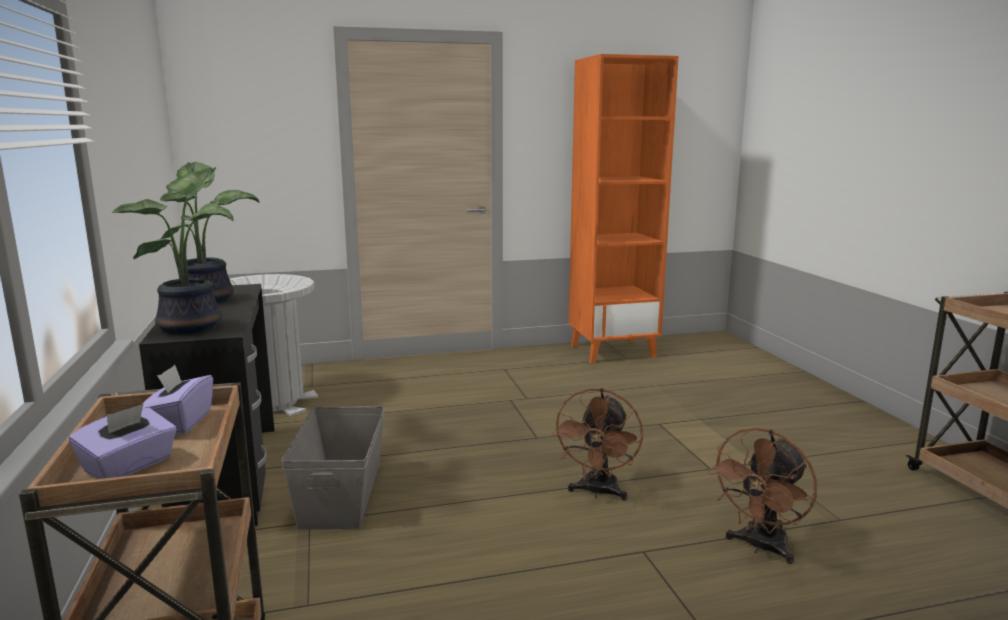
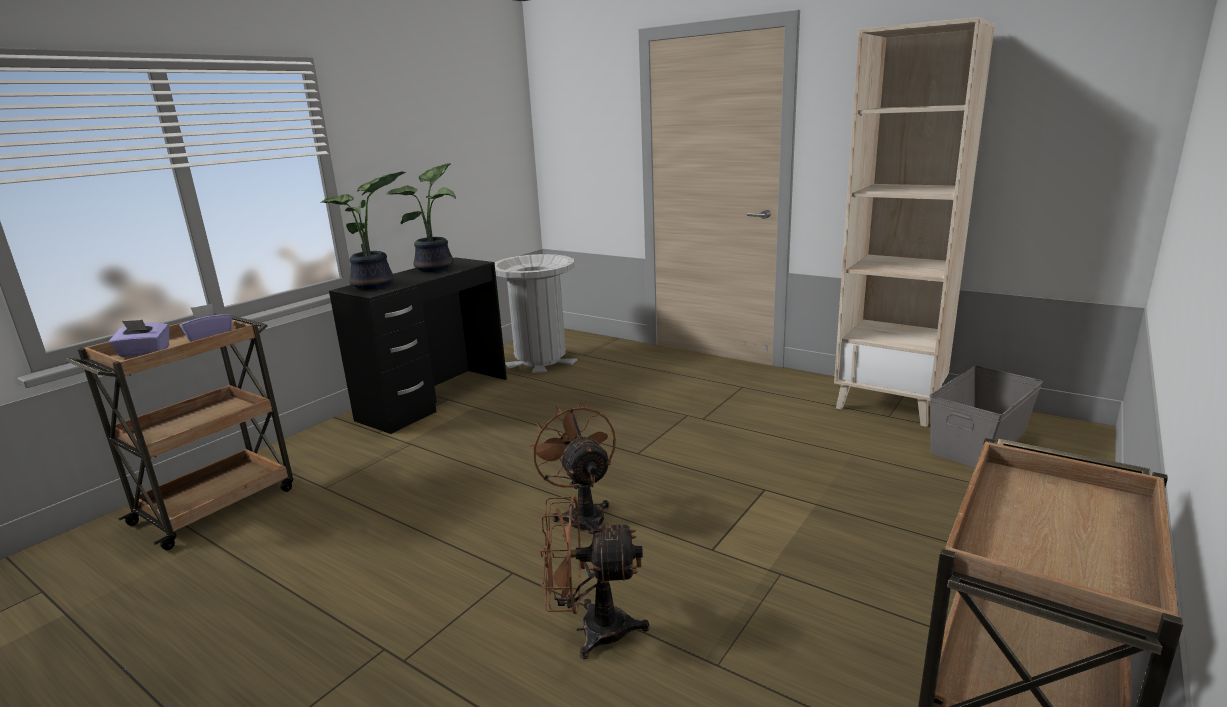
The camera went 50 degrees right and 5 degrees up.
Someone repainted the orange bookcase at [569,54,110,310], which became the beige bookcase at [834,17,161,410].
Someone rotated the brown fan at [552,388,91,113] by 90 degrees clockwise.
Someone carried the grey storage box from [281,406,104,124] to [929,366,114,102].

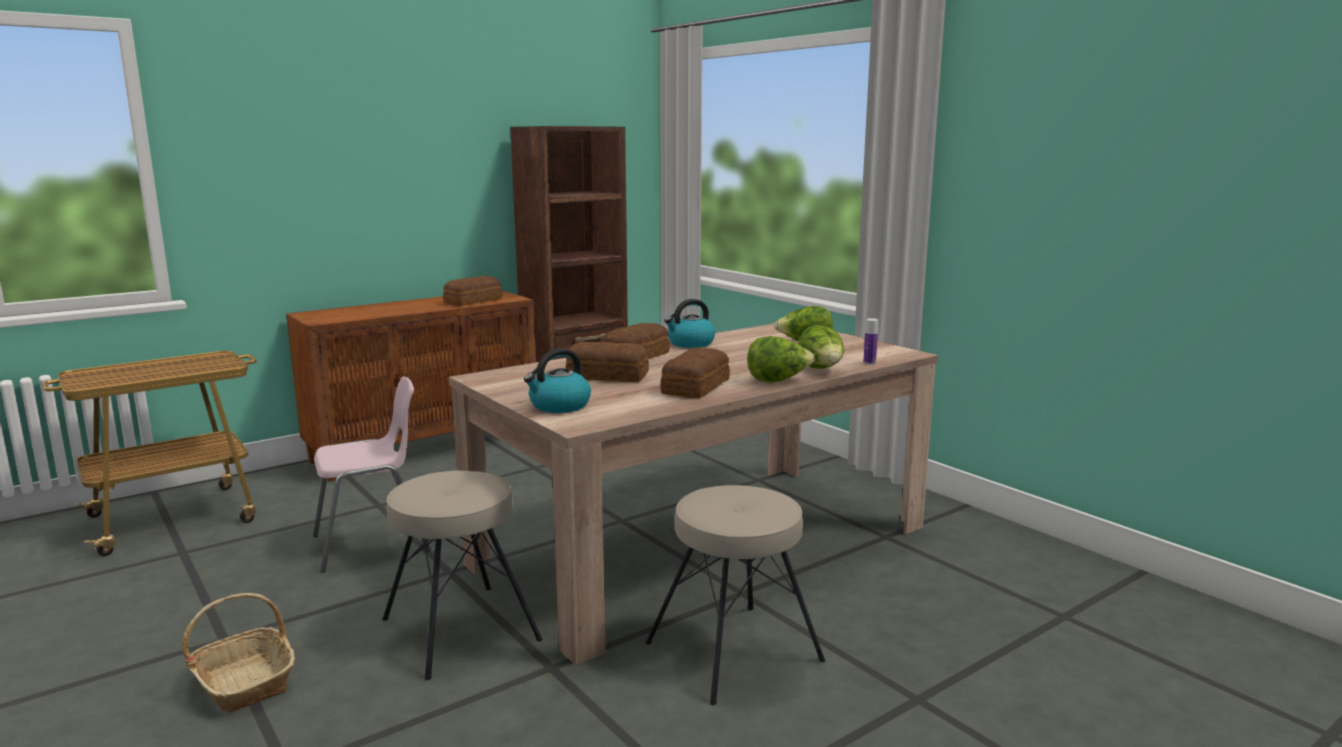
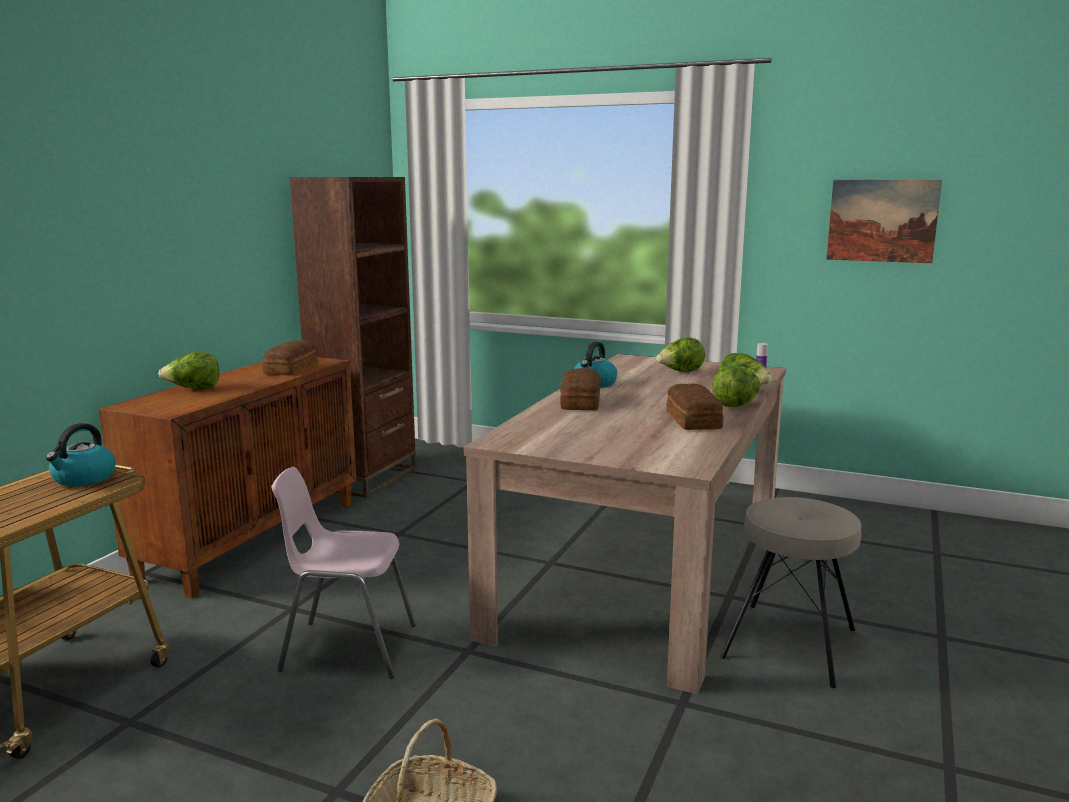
The camera went 30 degrees left and 0 degrees up.
Someone took away the bread at [566,342,83,40].
Someone carried the kettle from [524,348,67,65] to [45,423,71,63].
Someone rotated the pink chair at [313,376,118,197] by 120 degrees counterclockwise.
Someone took away the beige stool at [382,471,161,209].
Someone put up the picture at [826,180,116,83].
Someone put down the lettuce at [158,352,62,38].

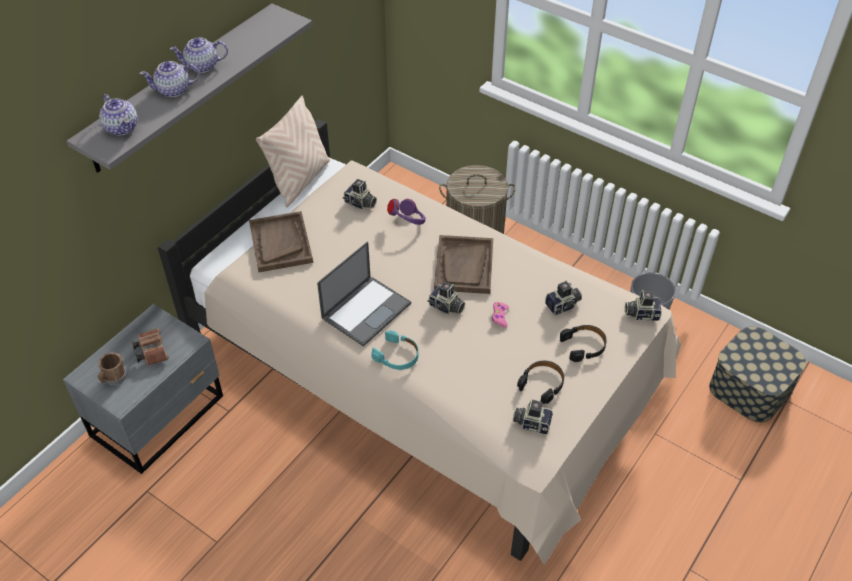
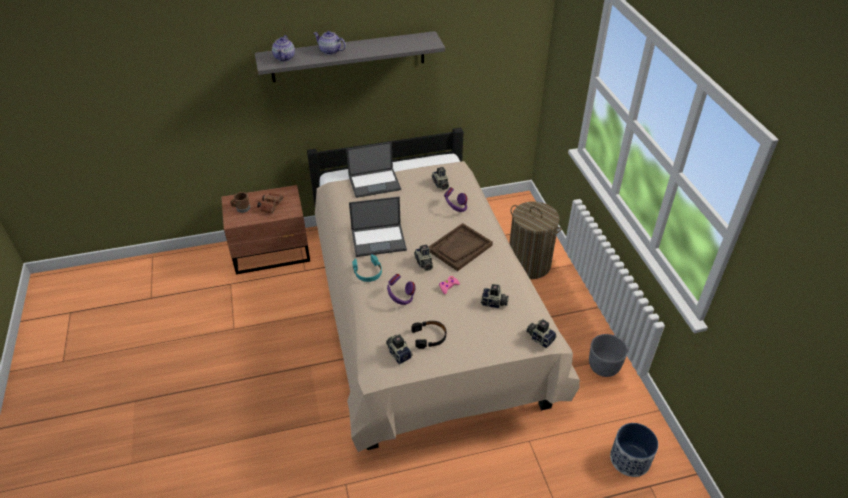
The camera went 40 degrees right and 5 degrees down.
Someone took away the teapot at [170,37,58,36].
Someone took away the beige pillow at [256,95,74,113].
Someone swapped the brown tray at [249,211,64,61] for the laptop at [346,142,55,56].
Someone repainted the grey nightstand at [63,304,160,170], which became the brown nightstand at [221,185,89,89].
Someone took away the black headphones at [560,325,47,37].
Someone swapped the storage box at [709,326,97,96] for the planter at [610,423,48,54].
Someone put down the purple headphones at [387,274,29,31].

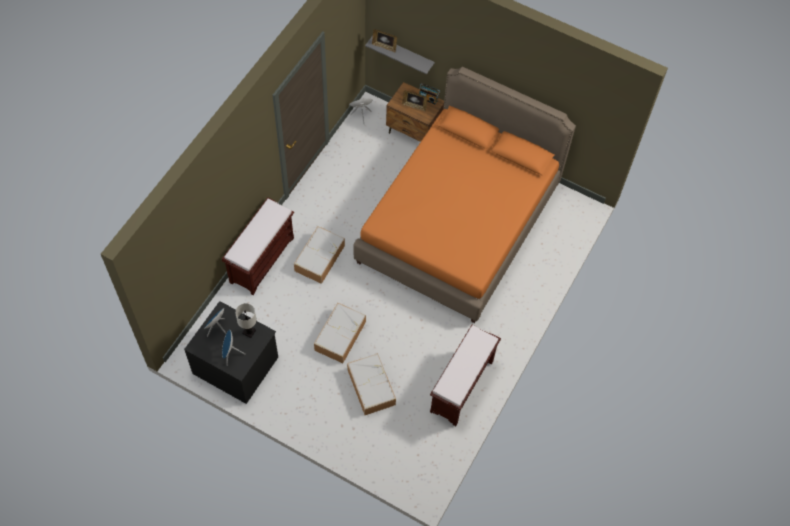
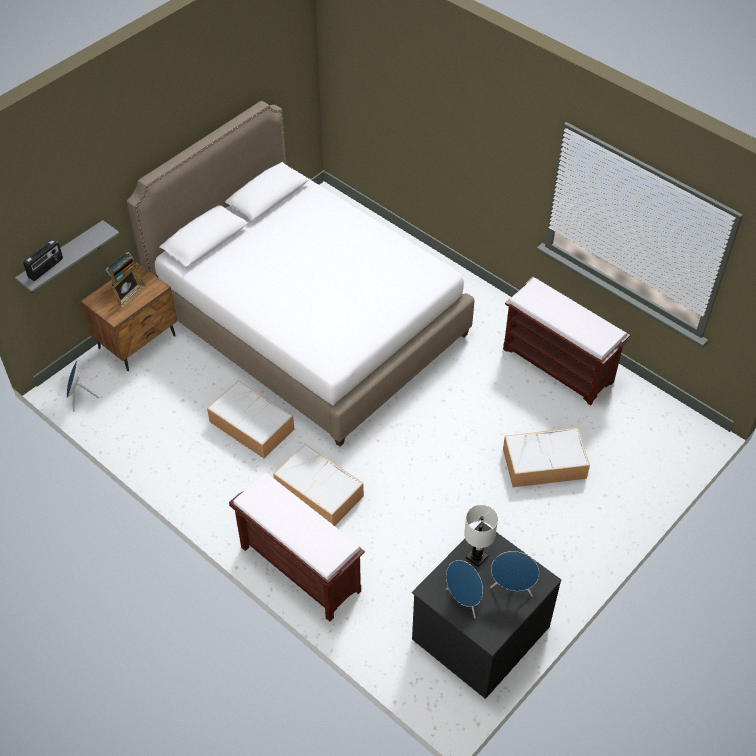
The camera went 75 degrees left and 10 degrees down.
Someone swapped the picture frame at [372,29,25,23] for the radio at [23,239,40,42].
Someone repainted the orange bed at [353,67,223,256], which became the white bed at [127,101,348,346].
Someone carried the storage box from [314,303,52,60] to [207,380,87,78].

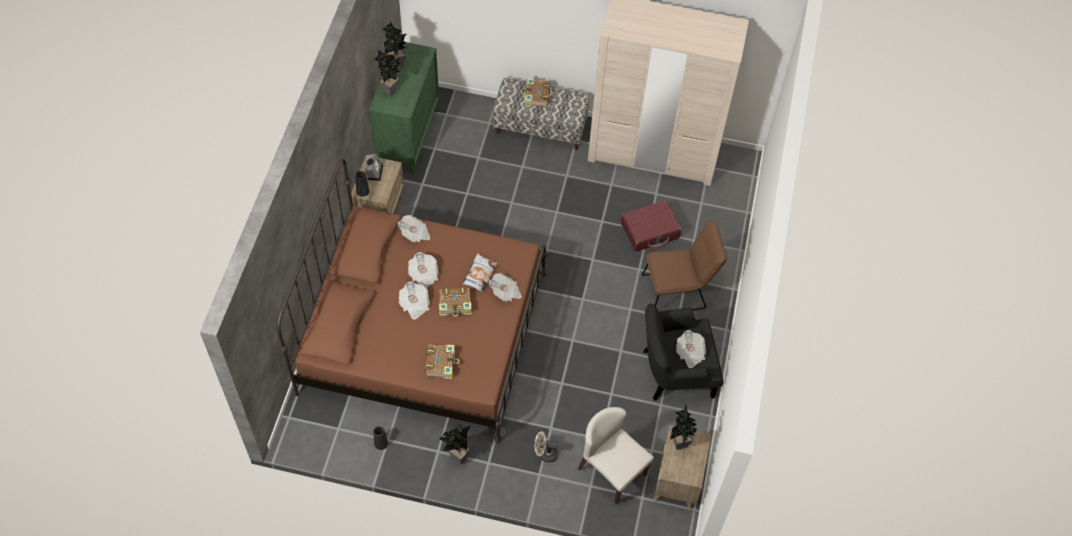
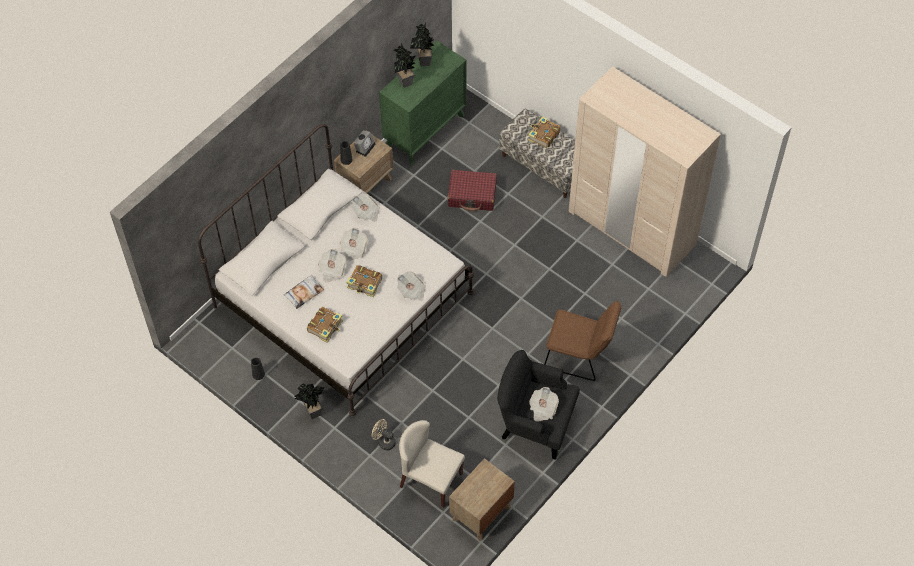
The camera went 30 degrees right and 0 degrees up.
Someone repainted the brown bed at [277,159,271,284], which became the white bed at [198,124,276,292].
Someone carried the red suitcase from [621,200,60,52] to [448,170,49,41].
Someone carried the pillow from [462,253,35,39] to [284,275,40,34].
Someone took away the potted plant at [670,404,27,46].
Someone rotated the beige chair at [578,407,76,97] by 45 degrees counterclockwise.

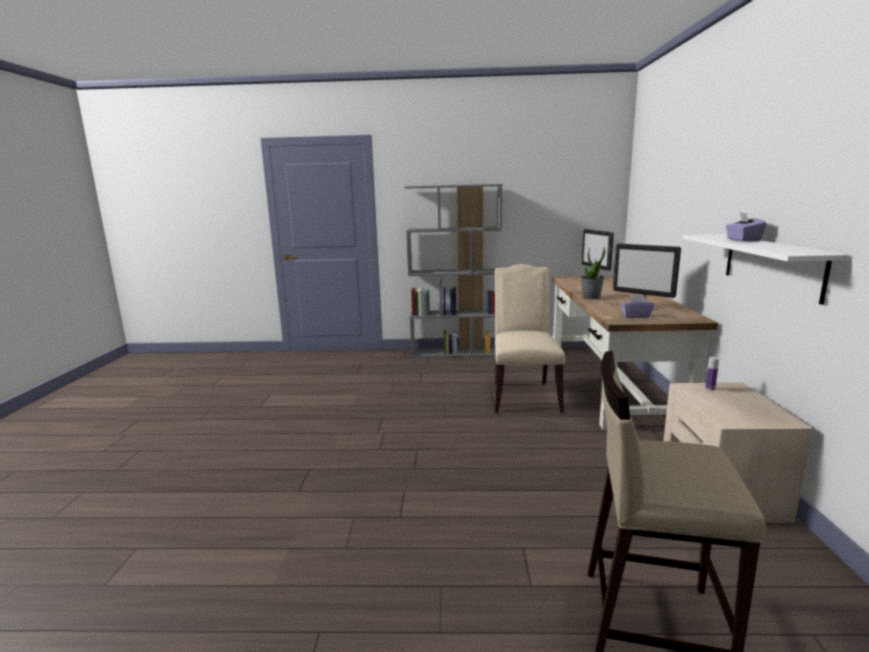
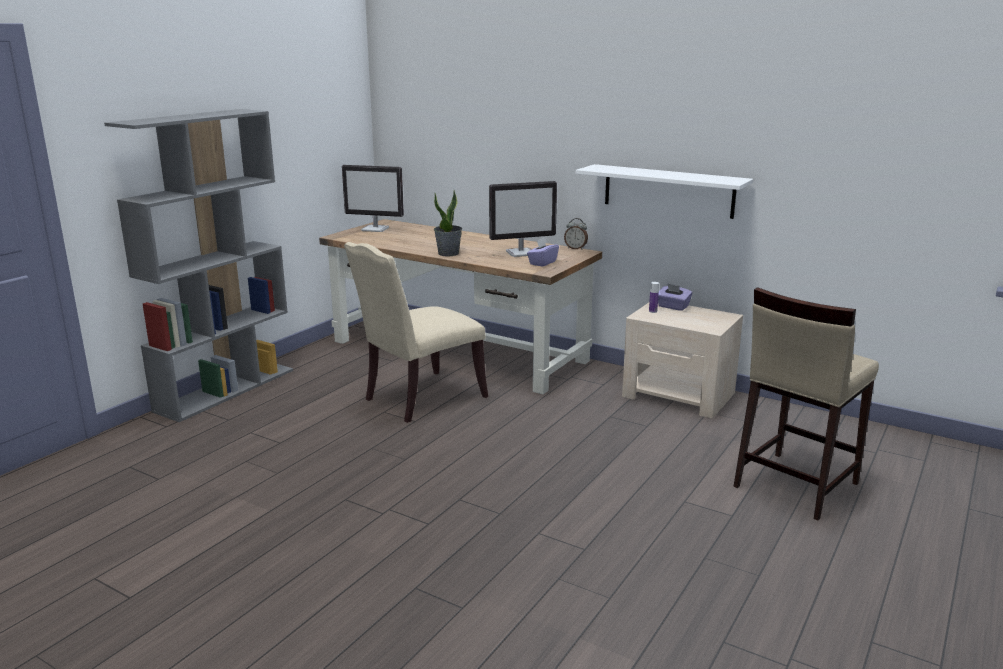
The camera went 60 degrees left and 5 degrees up.
Someone carried the purple tissue box from [726,212,41,30] to [658,283,35,28].
Someone rotated the beige chair at [494,264,71,149] by 75 degrees counterclockwise.
Someone put down the alarm clock at [564,218,24,32].

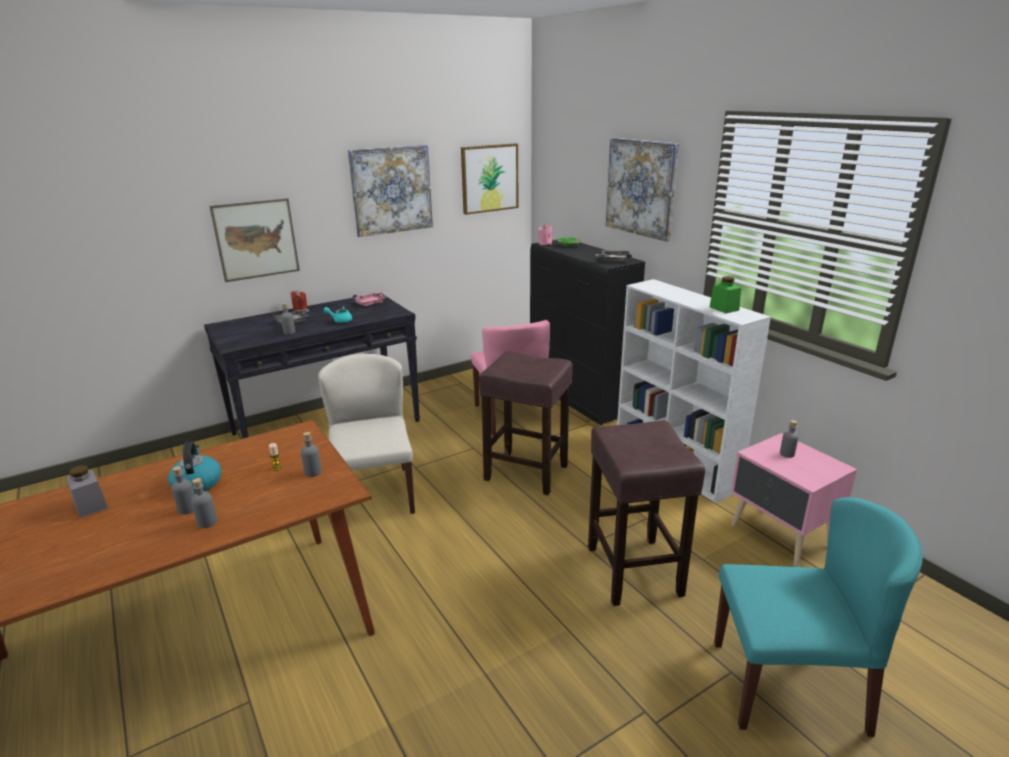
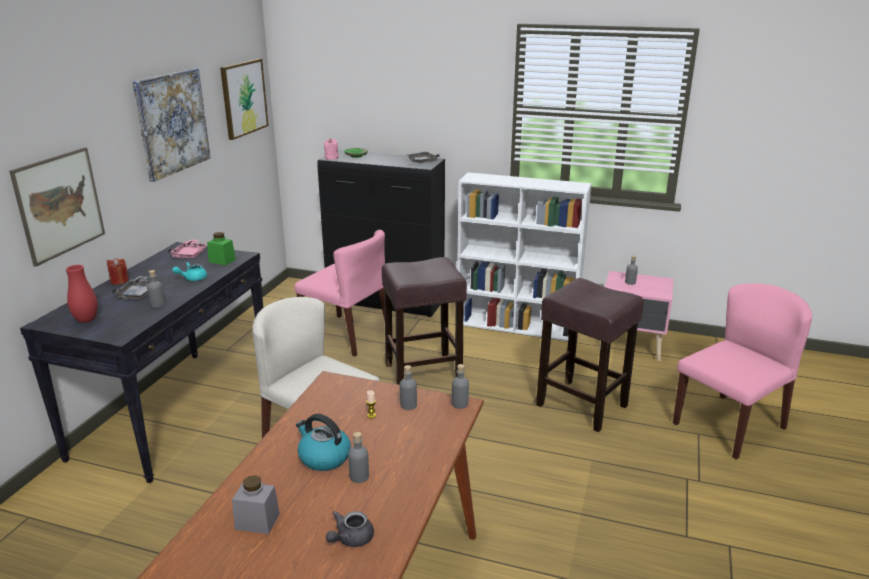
The camera went 40 degrees left and 0 degrees up.
Someone took away the picture at [606,138,73,103].
Someone carried the green jar from [710,276,31,37] to [207,232,29,33].
Someone carried the grey bottle from [191,478,27,50] to [452,364,17,45].
Someone repainted the turquoise chair at [714,497,209,240], which became the pink chair at [673,283,139,177].
Someone put down the red vase at [66,265,32,58].
Someone put down the grey teapot at [326,511,48,36].

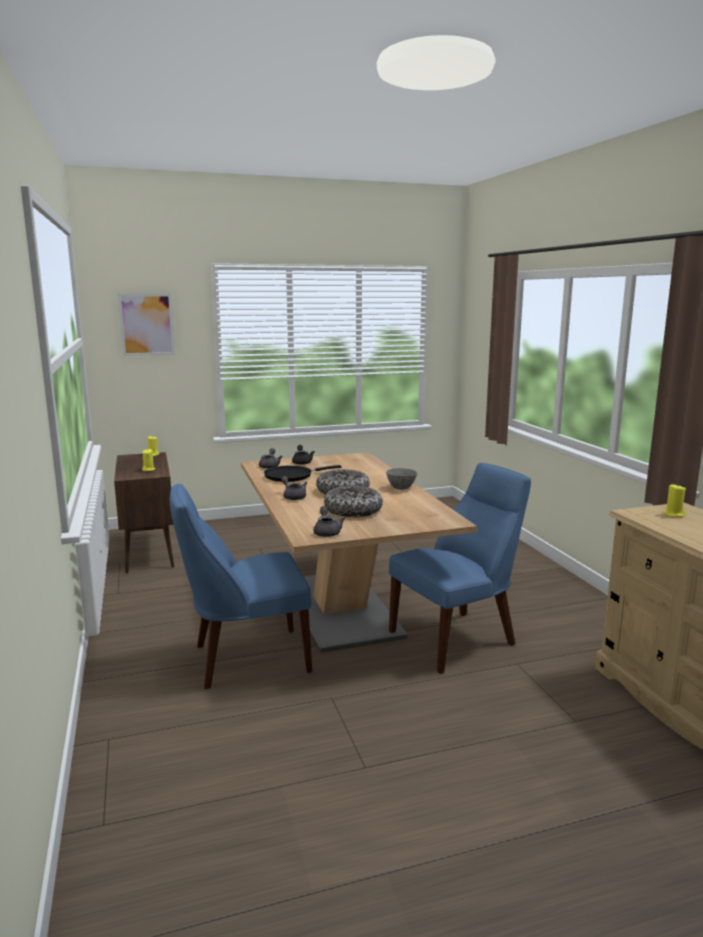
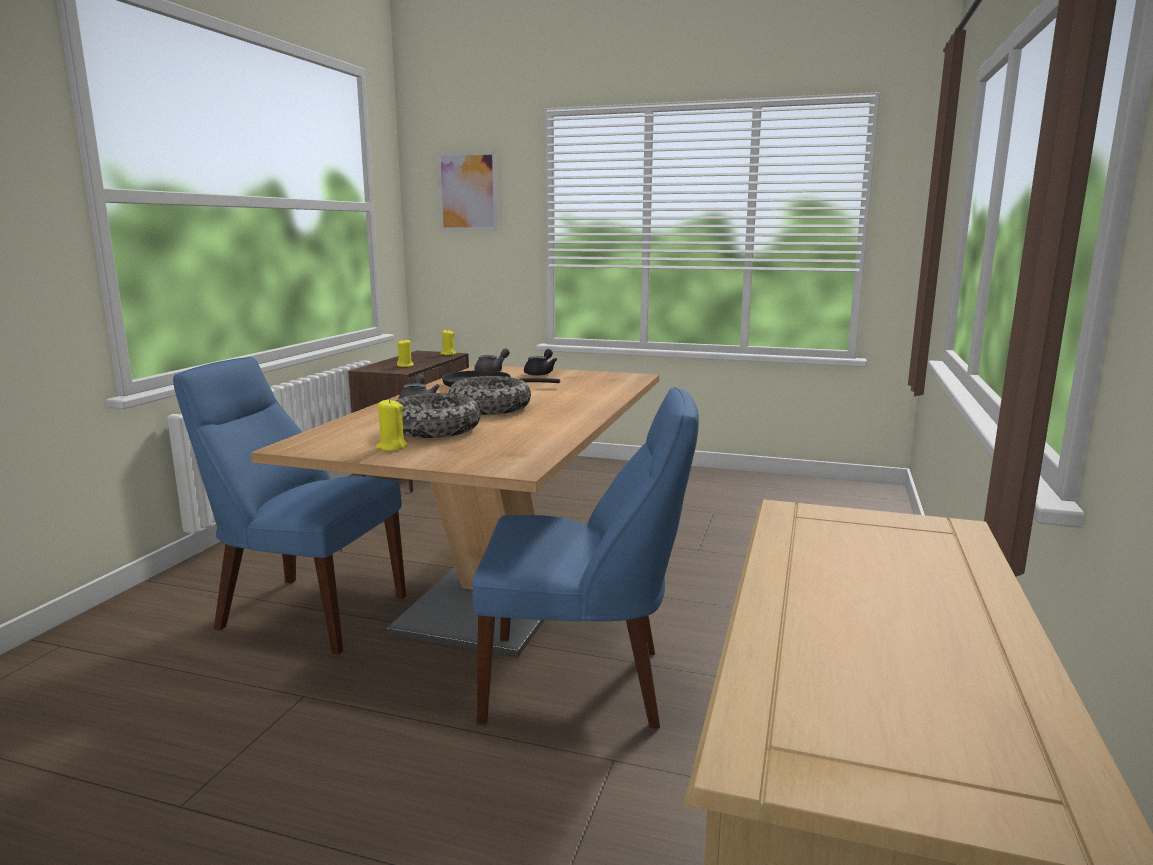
The camera went 35 degrees right and 0 degrees up.
Someone took away the grey bowl at [386,468,31,22].
Someone carried the yellow candle from [664,484,22,33] to [375,399,33,52].
Someone took away the grey teapot at [314,506,32,31].

